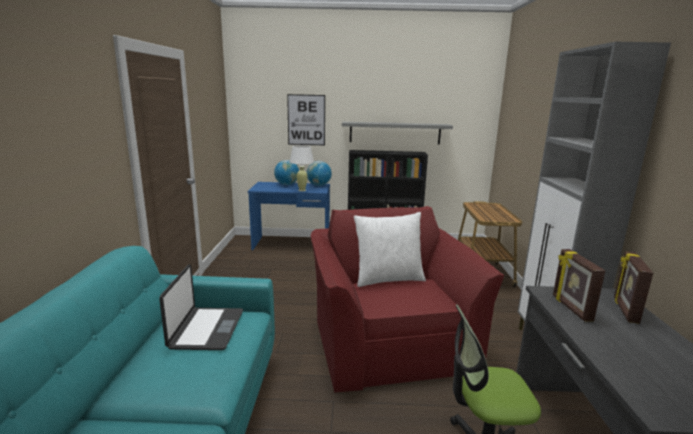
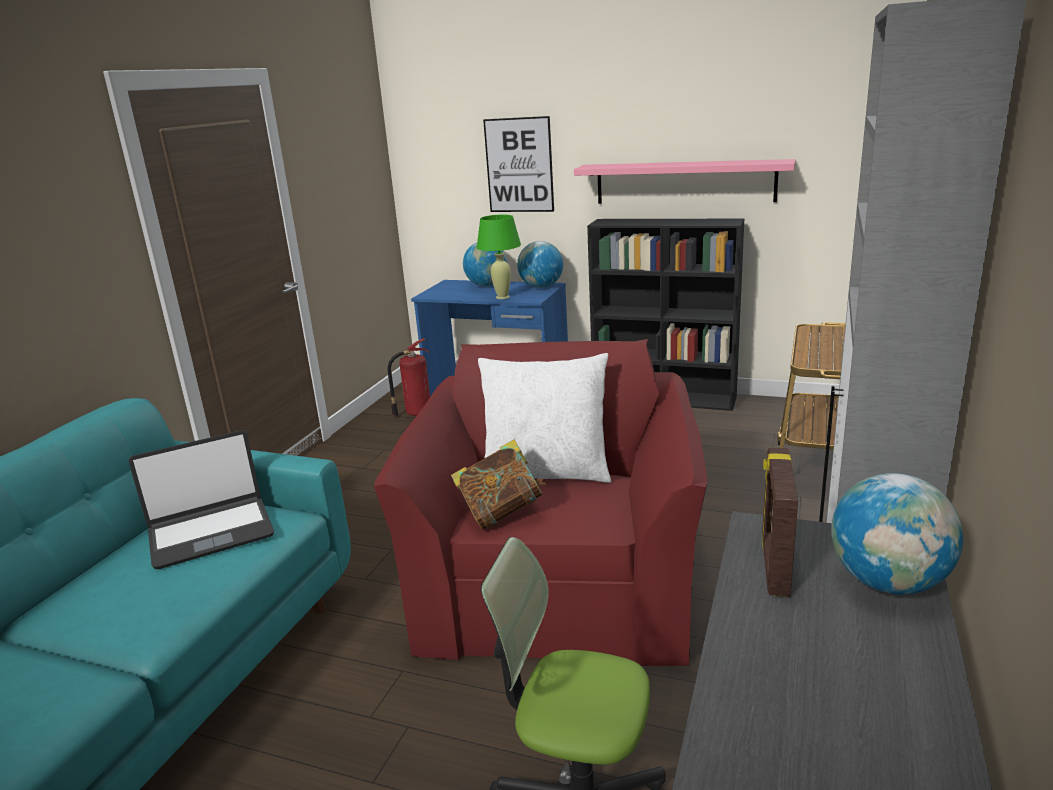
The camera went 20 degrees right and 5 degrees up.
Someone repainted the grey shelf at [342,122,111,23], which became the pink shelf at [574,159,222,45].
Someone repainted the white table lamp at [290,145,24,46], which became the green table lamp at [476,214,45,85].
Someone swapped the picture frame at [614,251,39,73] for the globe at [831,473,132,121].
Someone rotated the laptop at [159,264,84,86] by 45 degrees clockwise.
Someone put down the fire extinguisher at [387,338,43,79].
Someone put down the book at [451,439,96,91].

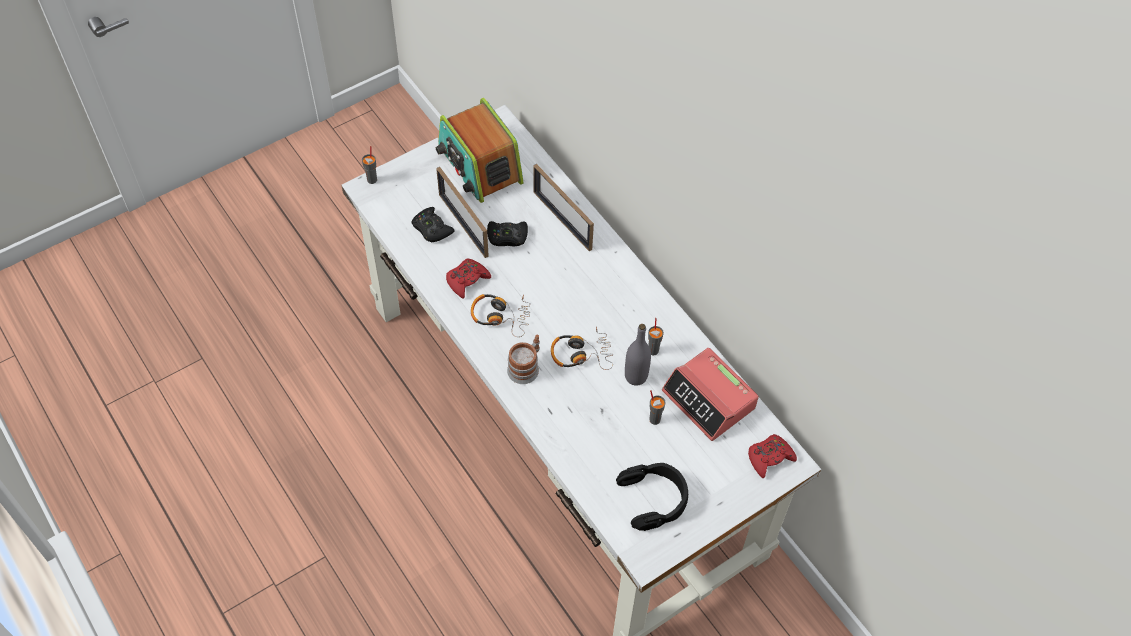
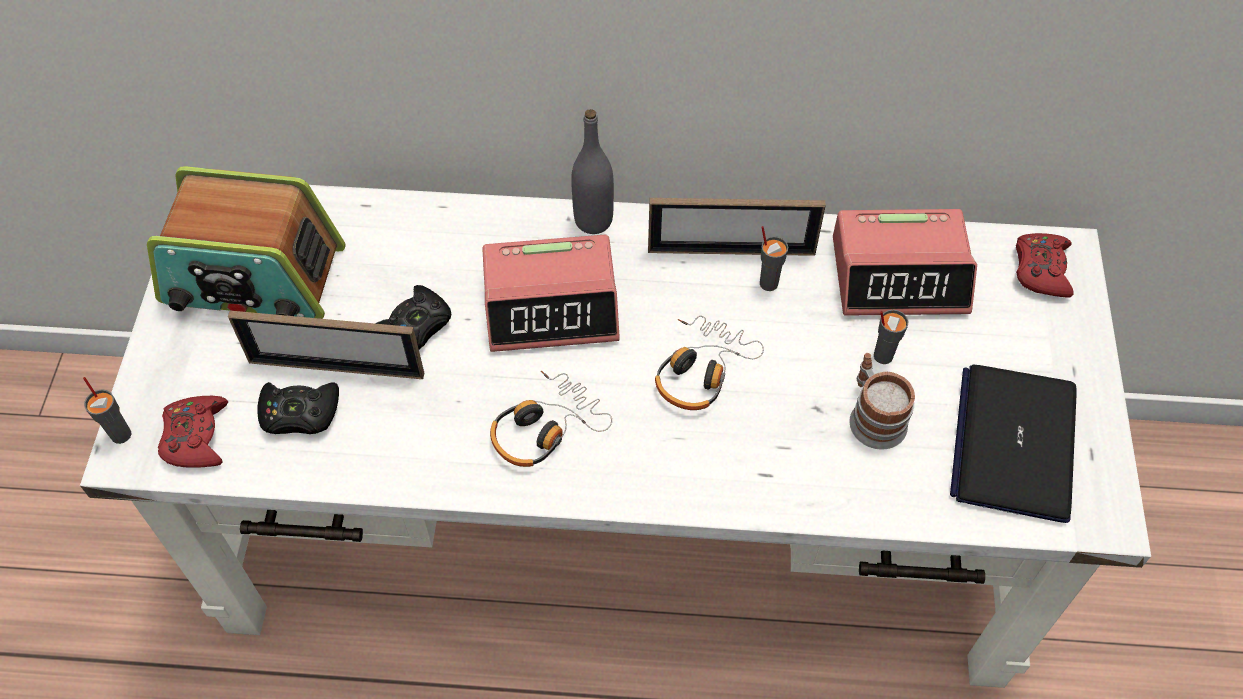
The camera went 50 degrees left and 0 degrees up.
Someone carried the picture frame from [533,164,61,87] to [648,198,178,58].
Someone carried the red game controller from [446,259,45,40] to [158,396,70,72].
Someone carried the grey bottle from [625,324,26,62] to [571,109,43,125].
Someone carried the mug from [507,335,33,49] to [849,353,66,97].
Someone swapped the black headphones at [616,463,72,68] for the laptop at [950,365,127,158].
Someone put down the alarm clock at [482,235,138,117].

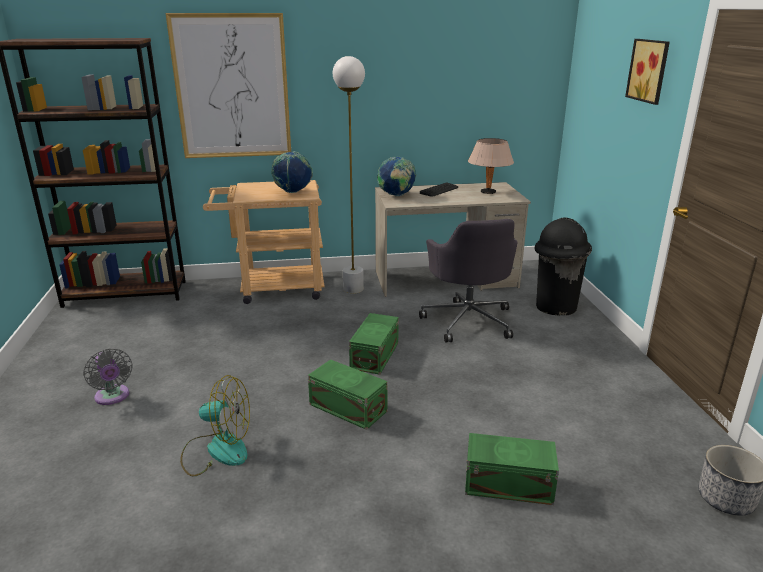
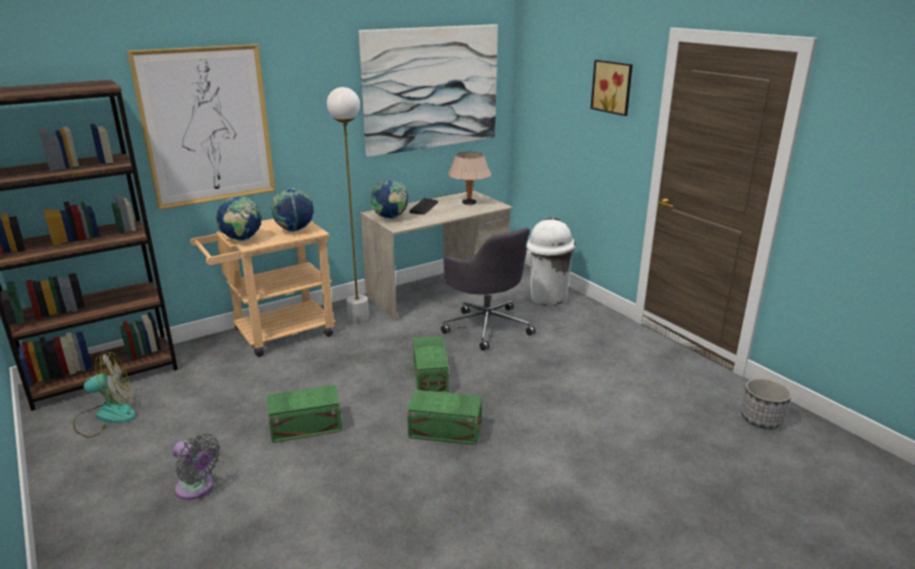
The camera went 25 degrees left and 0 degrees up.
Someone repainted the black trash can at [535,217,57,99], which became the white trash can at [526,218,50,88].
Someone carried the fan from [180,375,70,102] to [73,351,63,87].
Someone carried the green storage box from [465,433,94,72] to [267,385,75,58].
Someone put up the picture at [359,24,139,133].
Someone put down the globe at [215,196,47,45].

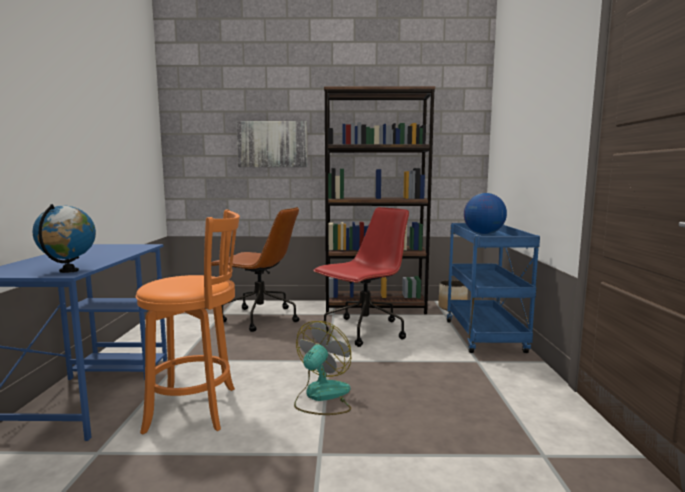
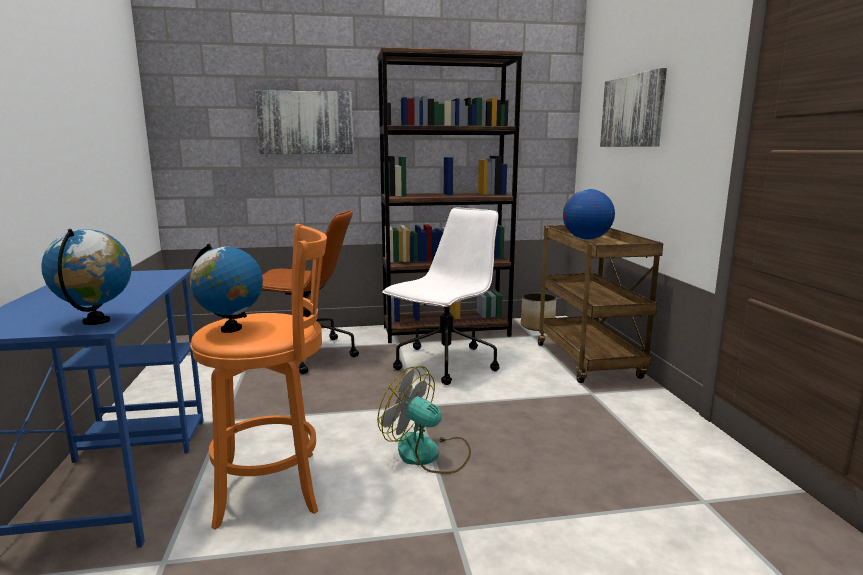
The camera went 10 degrees left and 5 degrees up.
Someone repainted the red office chair at [313,207,96,140], which became the white office chair at [382,208,117,177].
Someone repainted the blue cart at [447,223,93,130], which became the brown cart at [538,225,125,158].
Someone rotated the fan at [294,321,58,94] by 75 degrees counterclockwise.
Someone put up the picture at [600,68,67,79].
Someone put down the globe at [190,244,73,89].

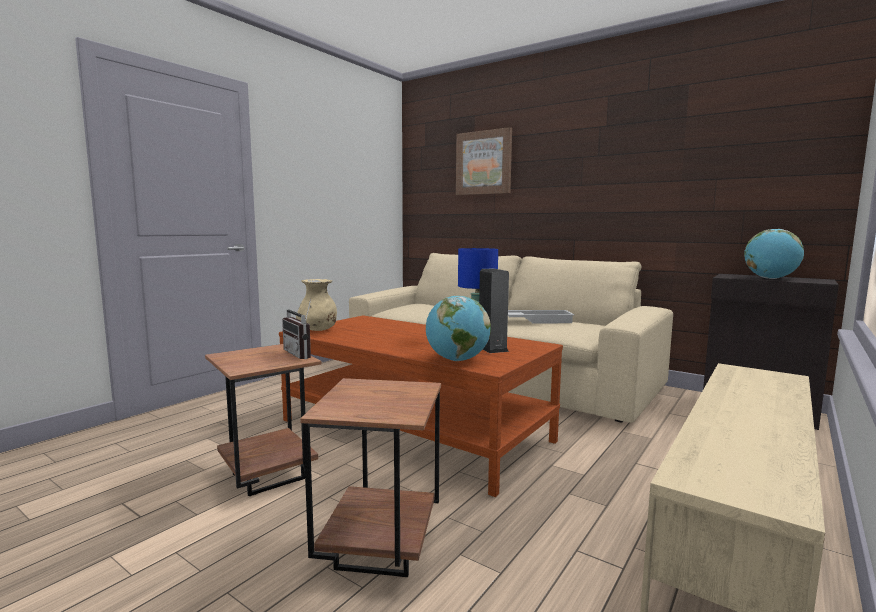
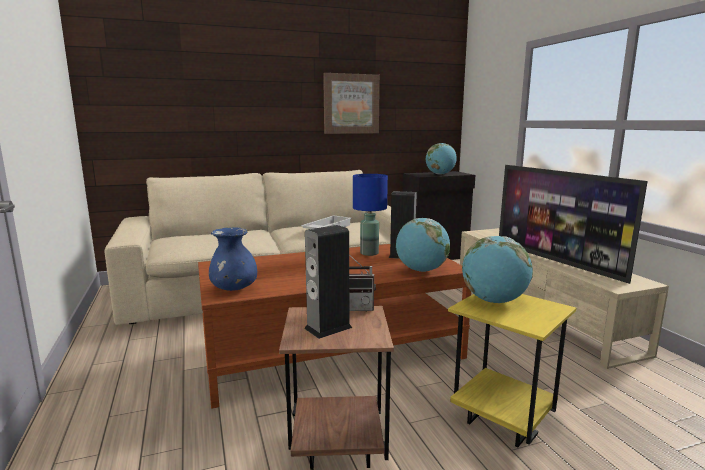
The camera went 55 degrees left and 5 degrees up.
Someone carried the picture from [456,127,56,68] to [323,73,57,61].
Someone repainted the beige vase at [296,279,41,52], which became the blue vase at [209,227,48,64].
Someone repainted the brown side table at [300,378,141,199], which became the yellow side table at [448,294,128,153].
Someone put down the television at [499,165,149,119].
Someone put down the speaker at [304,225,48,114].
Someone put down the globe at [462,236,71,67].

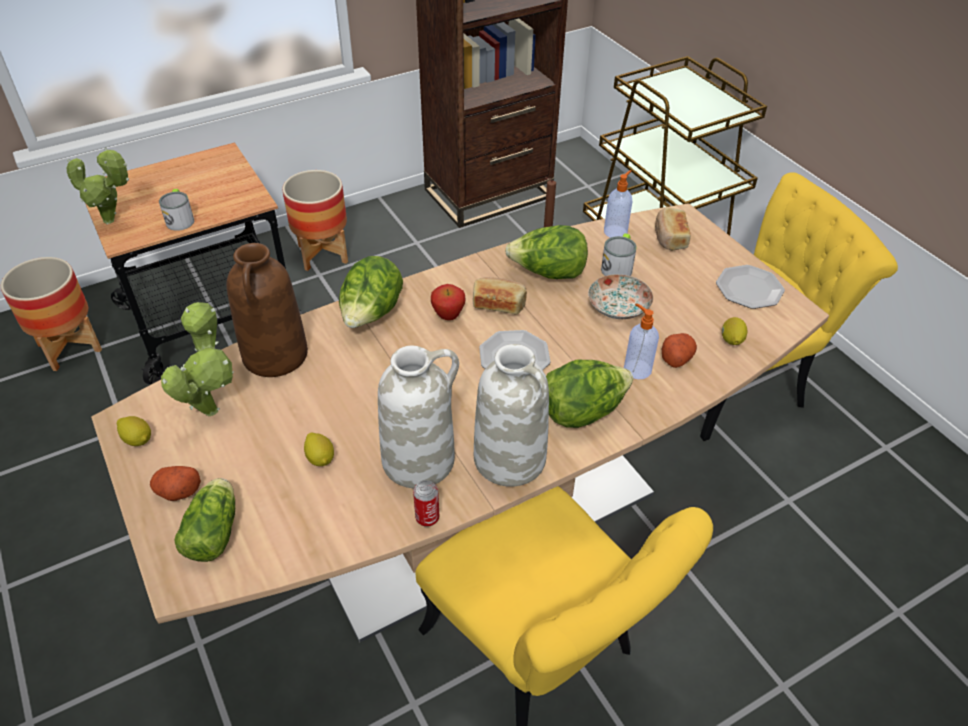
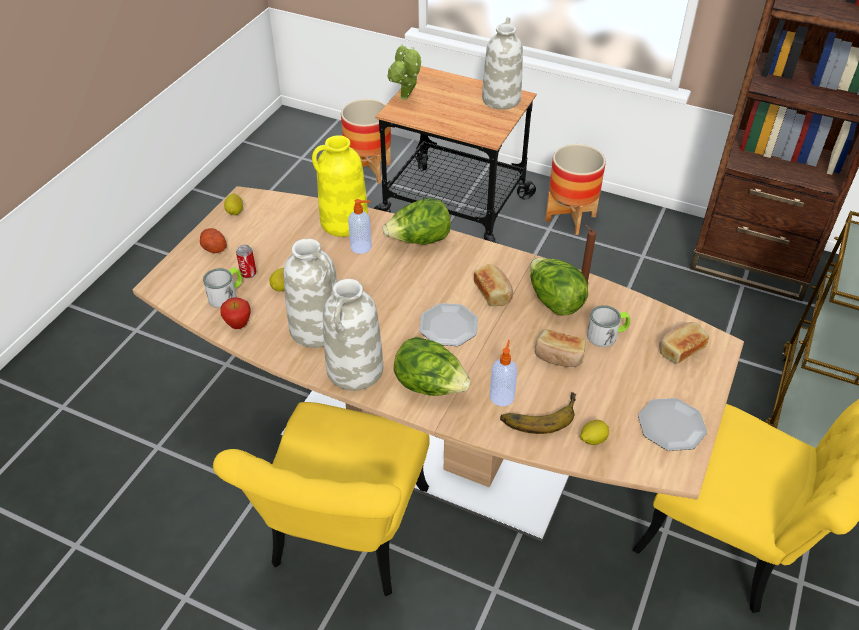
The camera went 55 degrees right and 0 degrees up.
Someone carried the soap dispenser from [604,170,28,68] to [348,199,24,55].
Someone carried the mug from [159,189,35,42] to [203,267,39,41].
Someone repainted the brown vase at [226,243,82,134], which became the yellow vase at [312,135,56,102].
Someone swapped the plate at [588,274,65,45] for the bread at [535,329,50,38].
Someone carried the apple from [431,284,35,36] to [220,297,31,32].
Someone took away the potted plant at [161,302,73,114].
Someone swapped the potato at [662,333,35,35] for the banana at [500,392,76,42].
Someone took away the lettuce at [174,478,61,84].
Someone carried the can from [413,480,26,47] to [236,245,20,33].
Someone put down the white vase at [482,17,41,93].

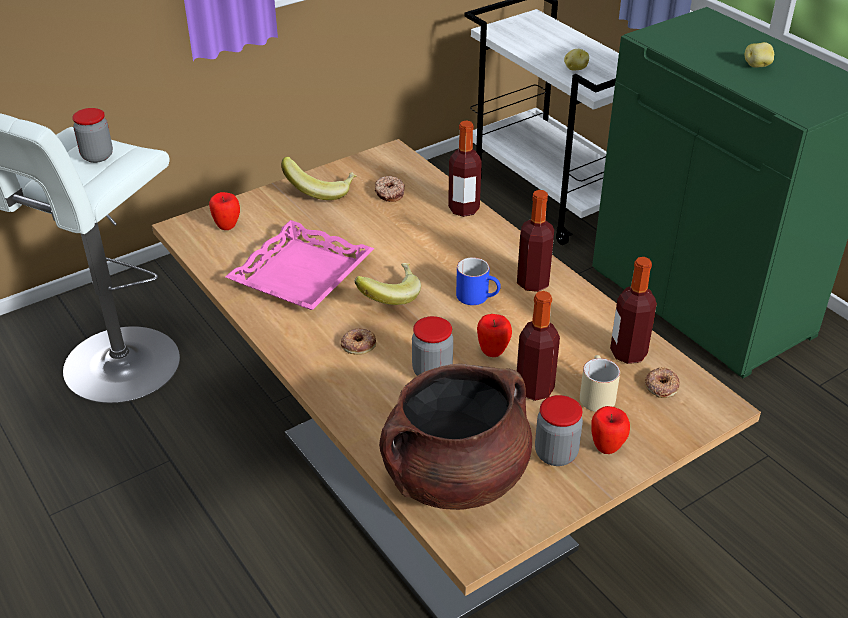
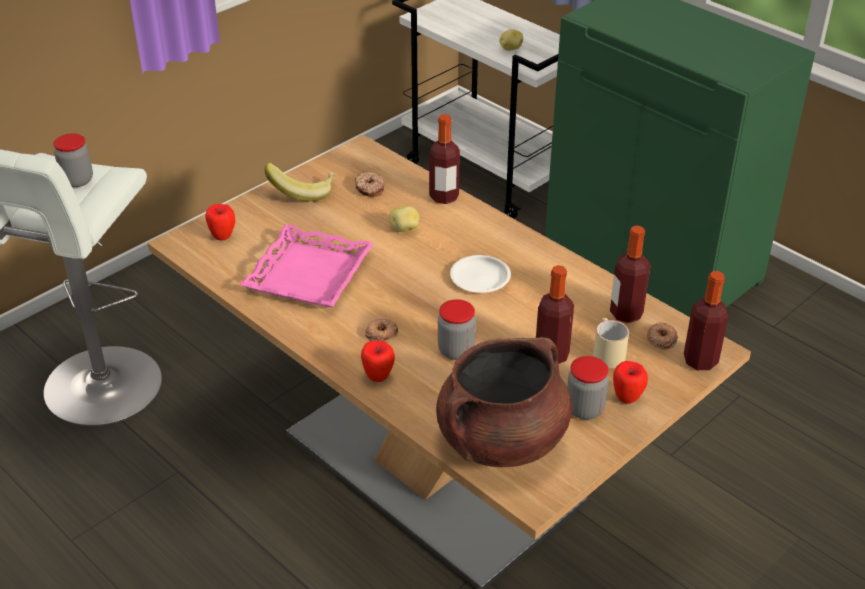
The camera went 10 degrees left and 0 degrees up.
Someone carried the potato from [744,42,30,26] to [389,206,30,26].
Someone carried the bottle from [517,190,37,102] to [684,271,44,99].
Someone swapped the blue mug at [456,257,45,48] for the white plate at [450,255,61,38].
Someone took away the banana at [354,263,67,42].
Someone carried the apple from [477,314,35,43] to [361,341,34,41].

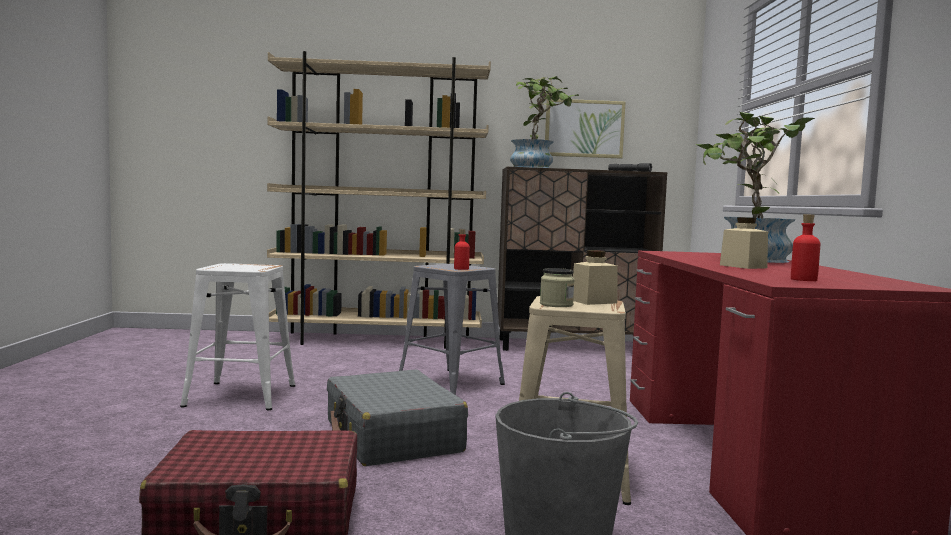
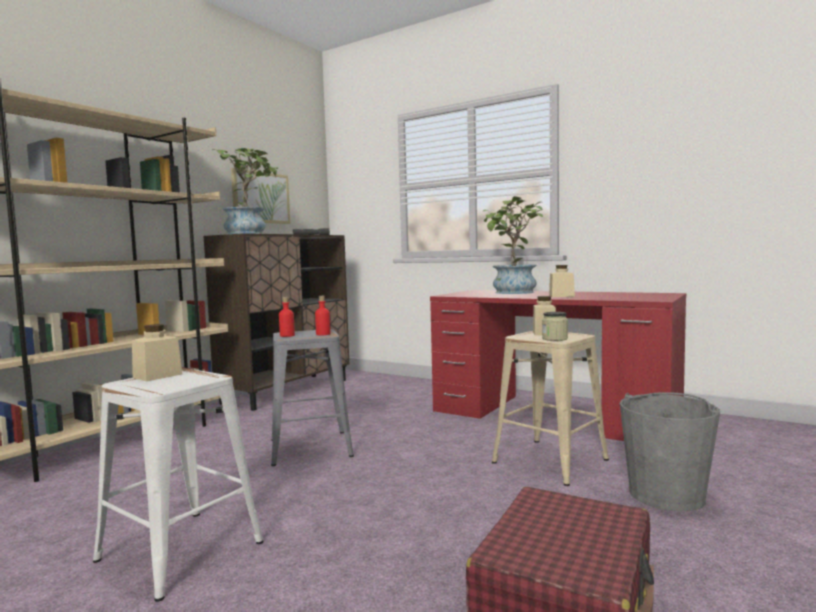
The camera went 55 degrees left and 0 degrees up.
Someone carried the red bottle from [791,214,29,67] to [279,297,16,40].
Someone took away the grey suitcase at [327,369,141,97].
Someone put down the beige jar at [132,324,50,58].

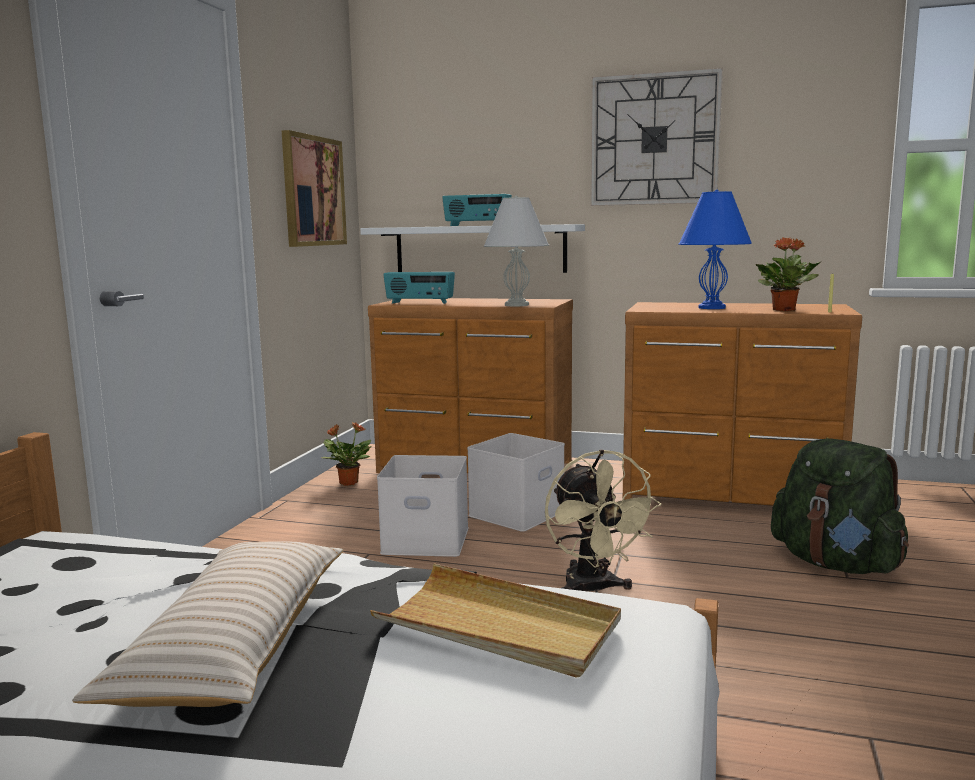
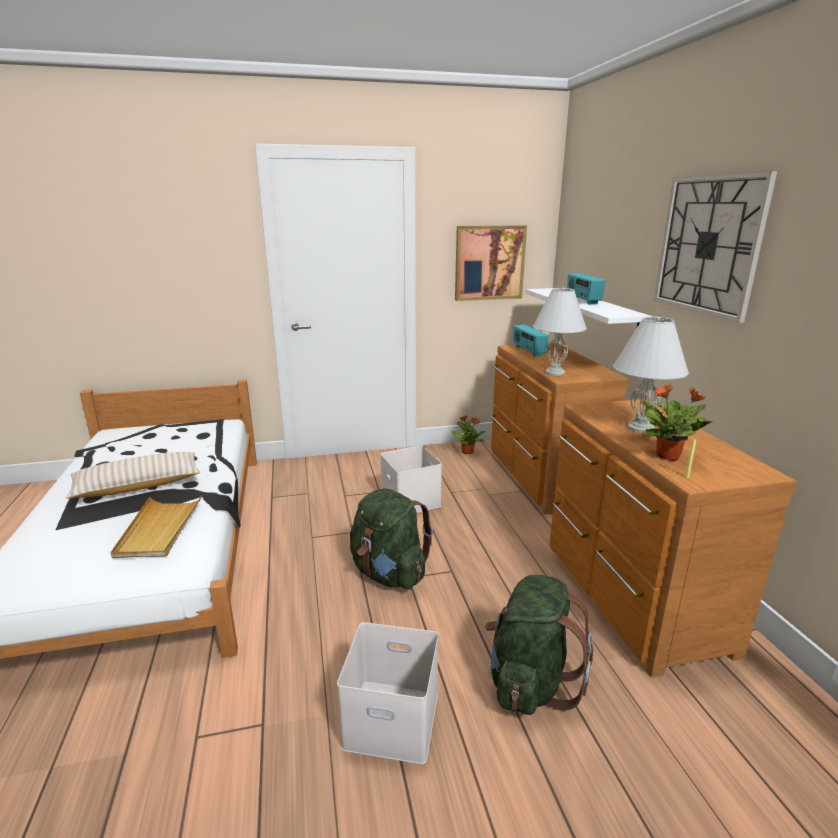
The camera went 60 degrees right and 10 degrees up.
Someone repainted the blue table lamp at [678,190,74,119], which became the white table lamp at [613,317,76,116].
Someone carried the white storage box from [467,433,98,99] to [337,622,101,142].
Someone swapped the beige fan at [545,449,116,144] for the green backpack at [350,488,83,101].

